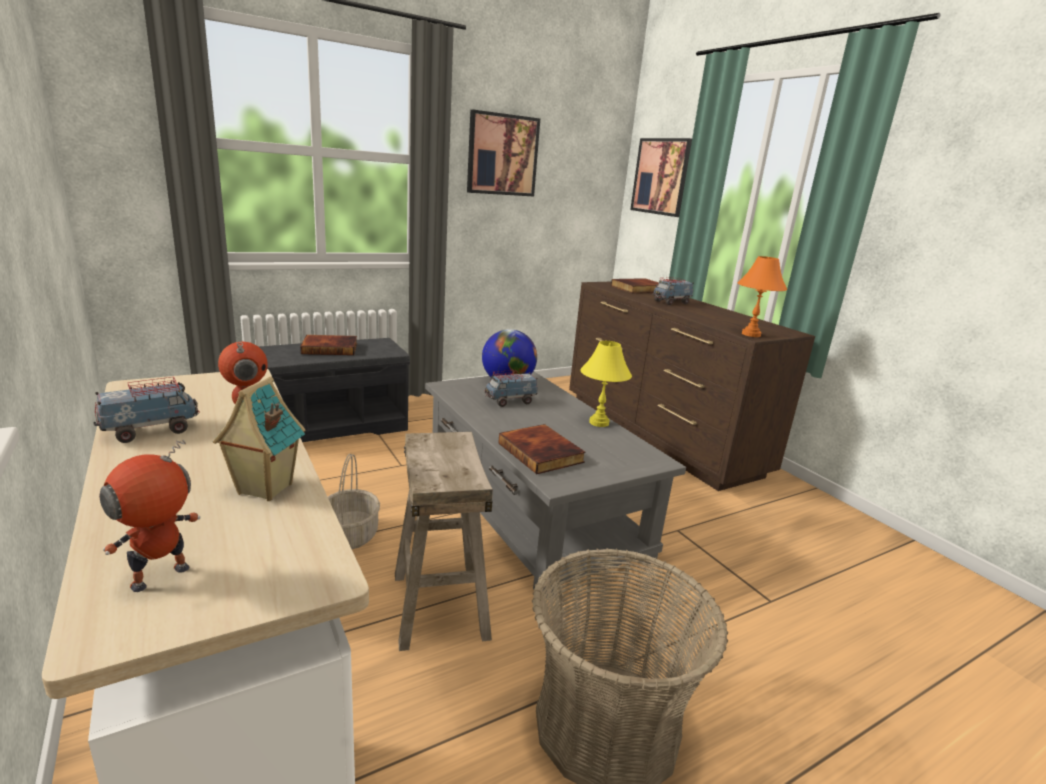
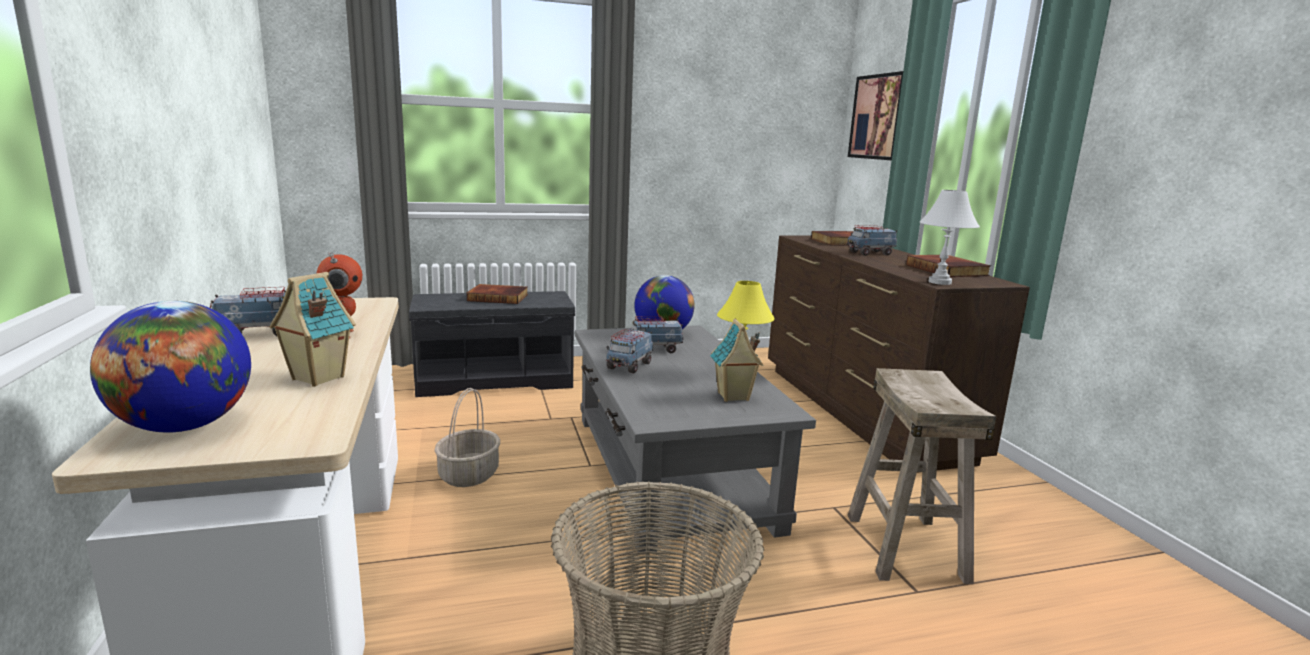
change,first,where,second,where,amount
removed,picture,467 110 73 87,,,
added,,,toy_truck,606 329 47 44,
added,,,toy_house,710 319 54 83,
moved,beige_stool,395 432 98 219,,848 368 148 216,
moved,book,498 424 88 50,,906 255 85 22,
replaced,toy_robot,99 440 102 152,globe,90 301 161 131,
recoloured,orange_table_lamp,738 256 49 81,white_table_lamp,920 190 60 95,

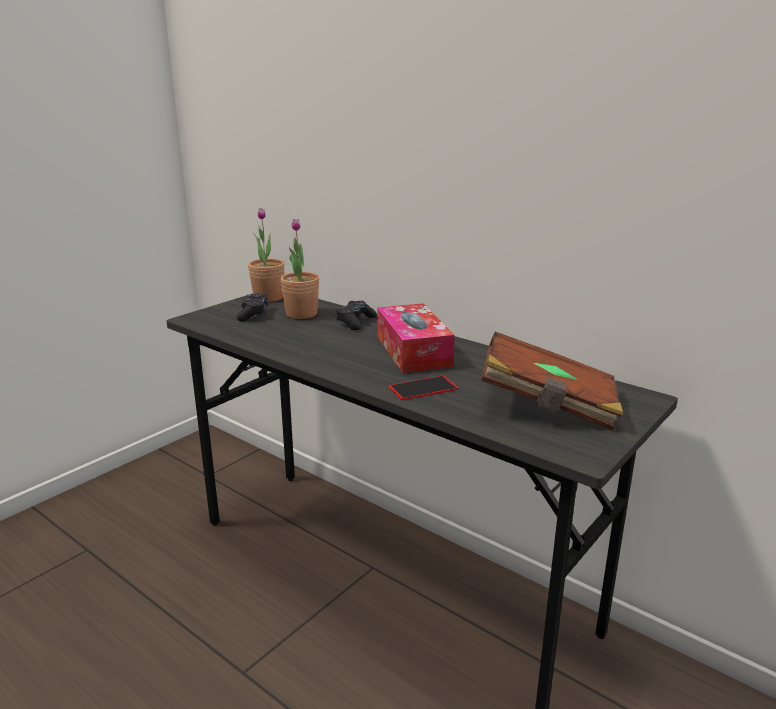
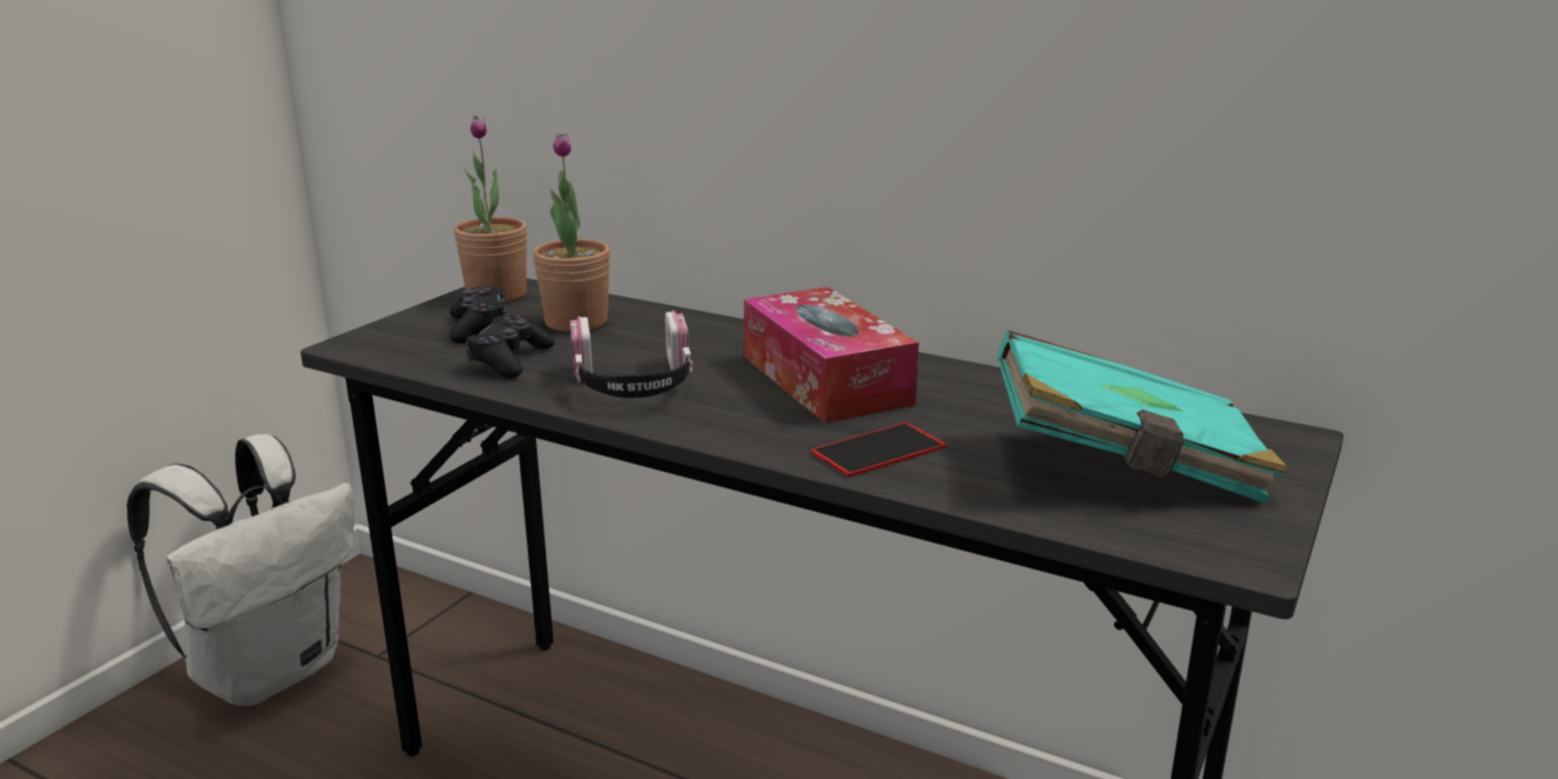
change,first,where,second,where,amount
added,,,white_backpack,127 434 228 272,
added,,,headphones,570 310 123 88,
moved,black_game_controller,336 301 41 29,,466 315 89 63,
recoloured,brown_book,481 332 143 99,turquoise_book,997 330 291 174,

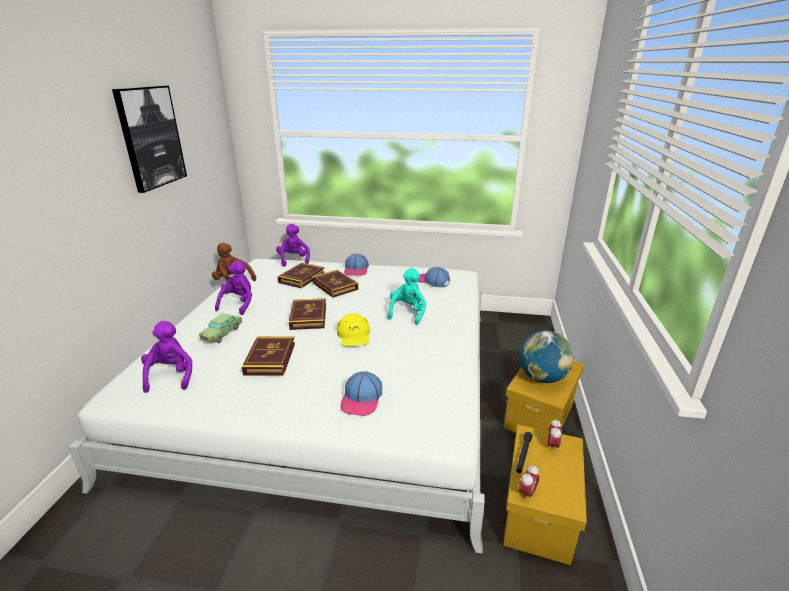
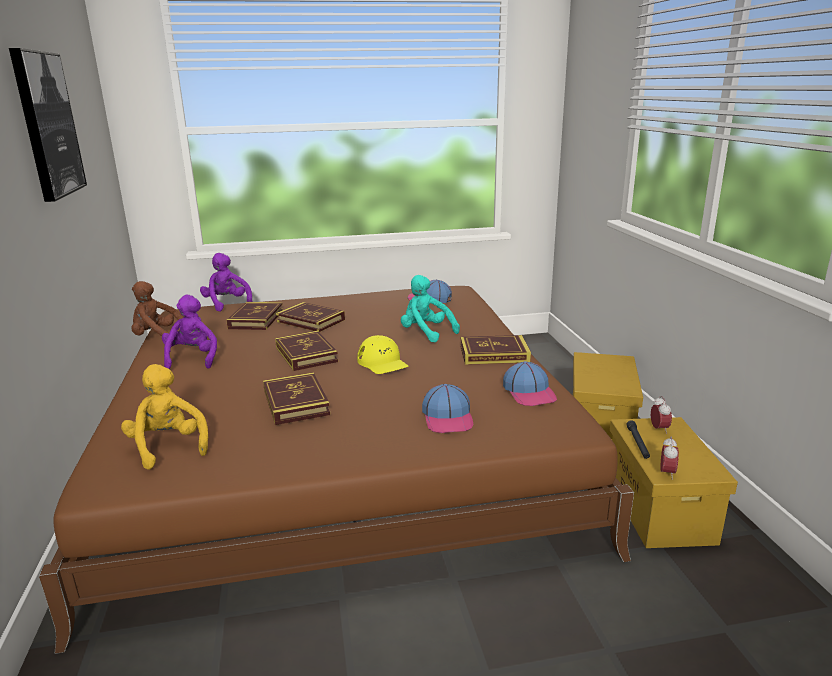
change,first,where,second,where,amount
removed,toy_car,199 314 43 29,,,
removed,globe,519 331 55 52,,,
added,,,book,460 335 71 30,
moved,cap,344 253 25 23,,503 361 54 45,
recoloured,white_bed,68 259 417 294,brown_bed,39 286 595 368,
recoloured,purple_plush_toy,141 321 51 72,yellow_plush_toy,121 364 87 105,
turned,turquoise_plush_toy,387 268 39 57,,401 275 59 67,45 degrees counterclockwise

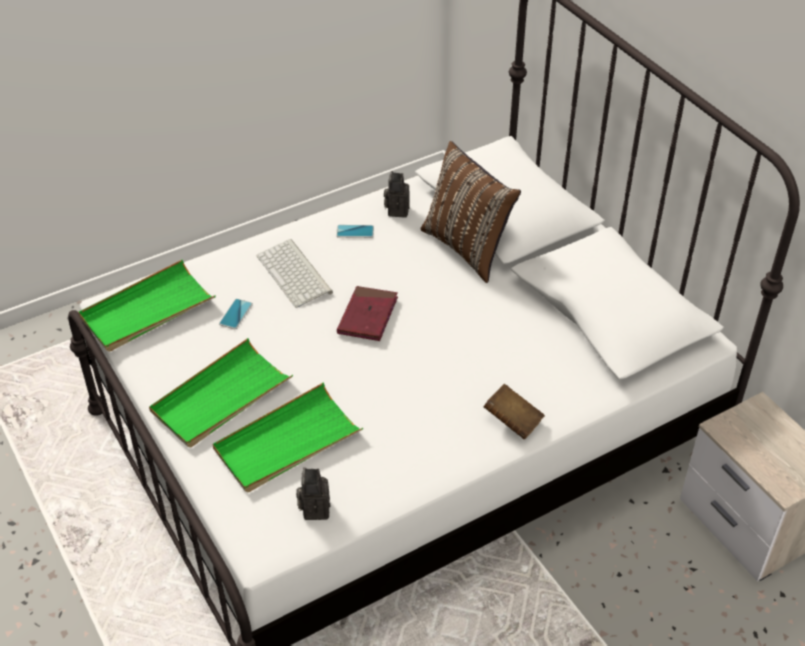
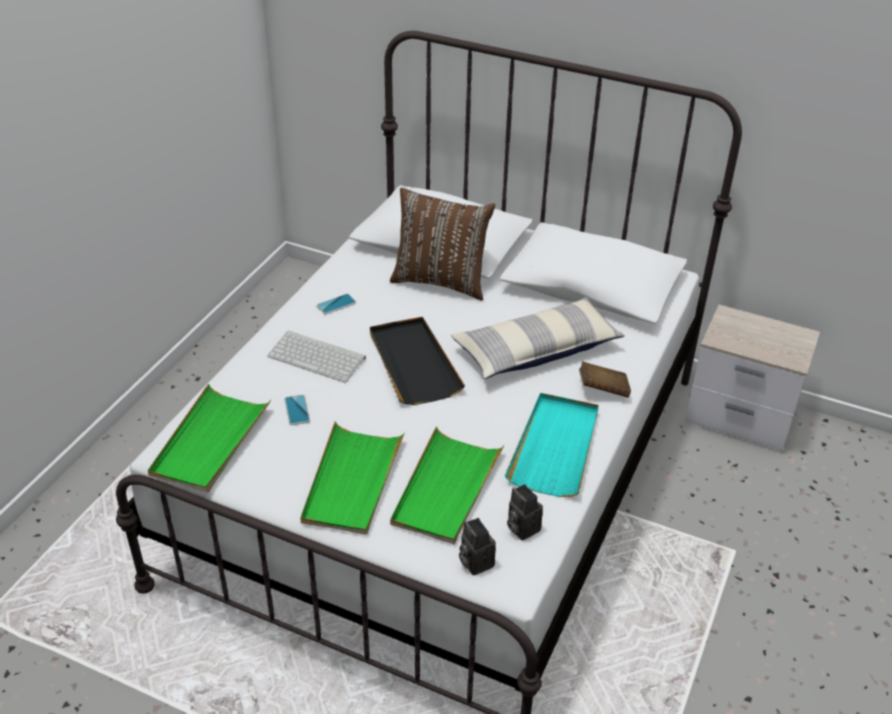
change,first,where,second,where,amount
added,,,pillow,451 297 174 82,
added,,,turquoise_tray,505 393 94 104,
moved,photo_camera,384 171 26 47,,459 518 37 57,
replaced,red_book,337 286 61 55,black_tray,370 317 95 88,

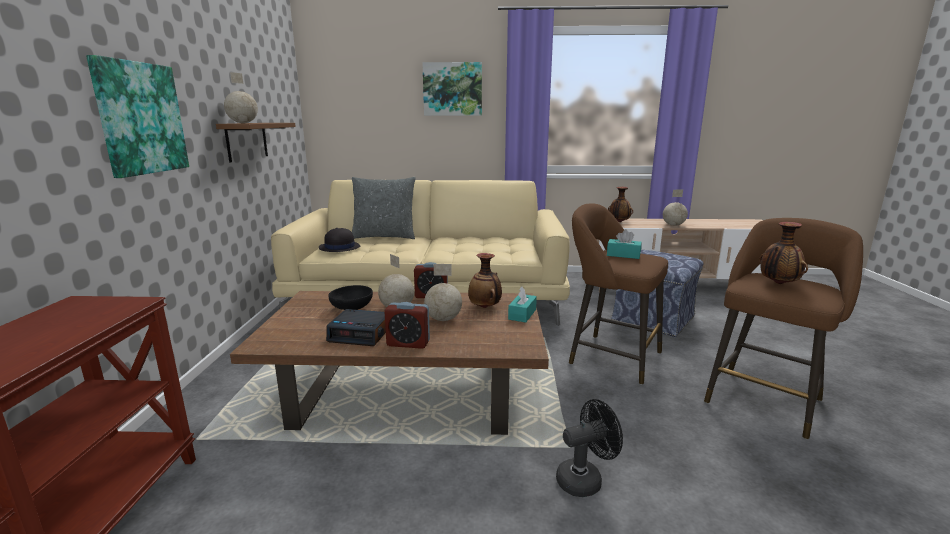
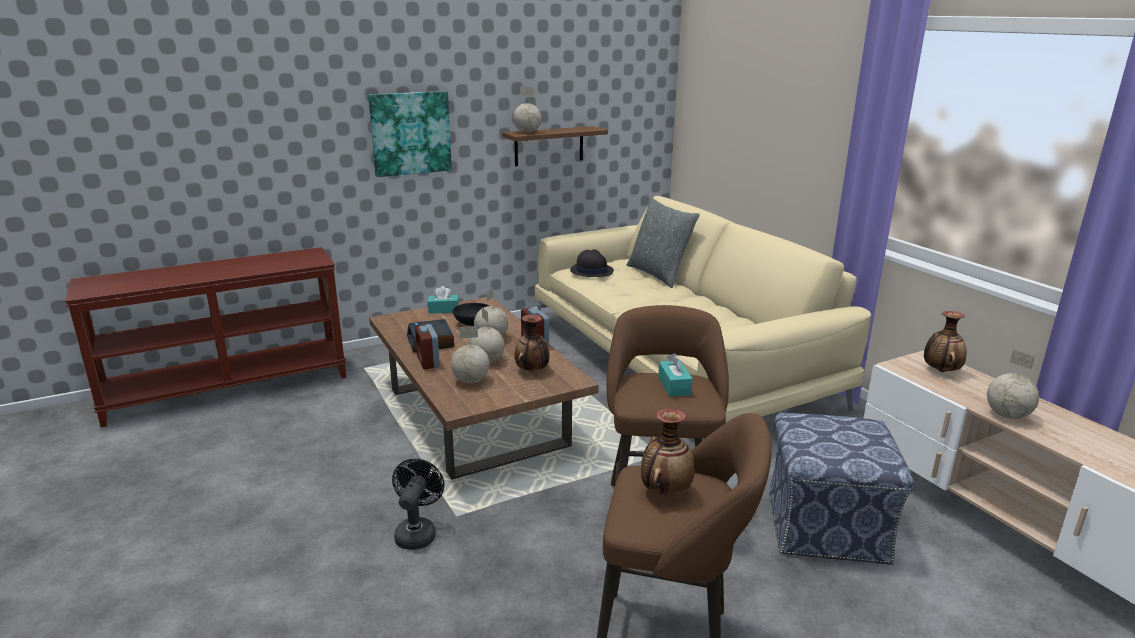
change,first,where,second,where,amount
removed,picture,422 62 60 54,,,
added,,,globe,451 326 39 57,
moved,turquoise_tissue_box,508 287 29 36,,428 286 31 28,
turned,black_fan,556 399 67 98,,392 459 52 91,120 degrees counterclockwise

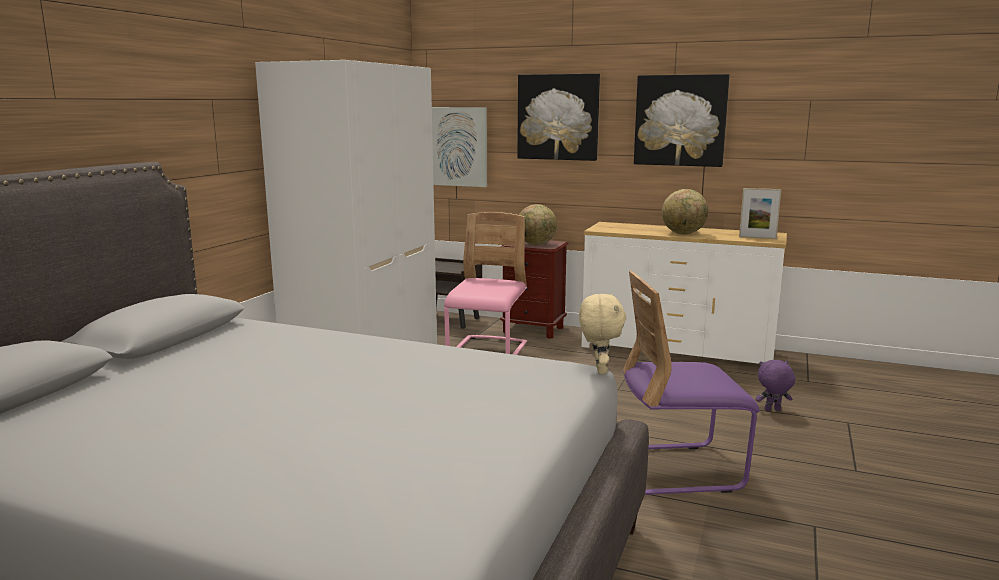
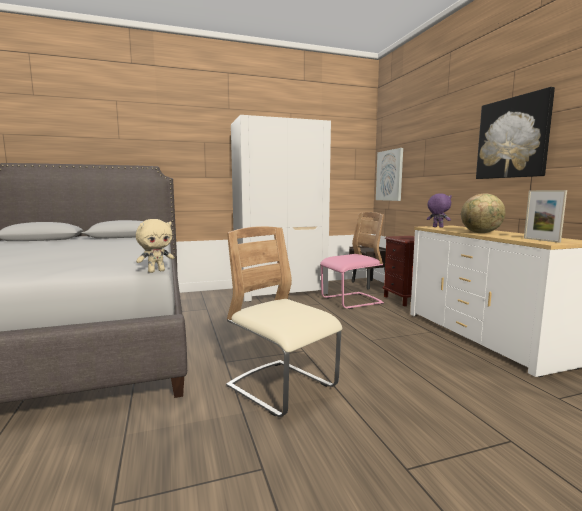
change,first,where,second,where,amount
removed,picture,517 73 83 88,,,
removed,globe,519 204 38 41,,,
moved,purple_plush_toy,756 360 39 51,,427 193 25 35,
recoloured,purple_chair,623 271 137 224,beige_chair,226 226 116 191,

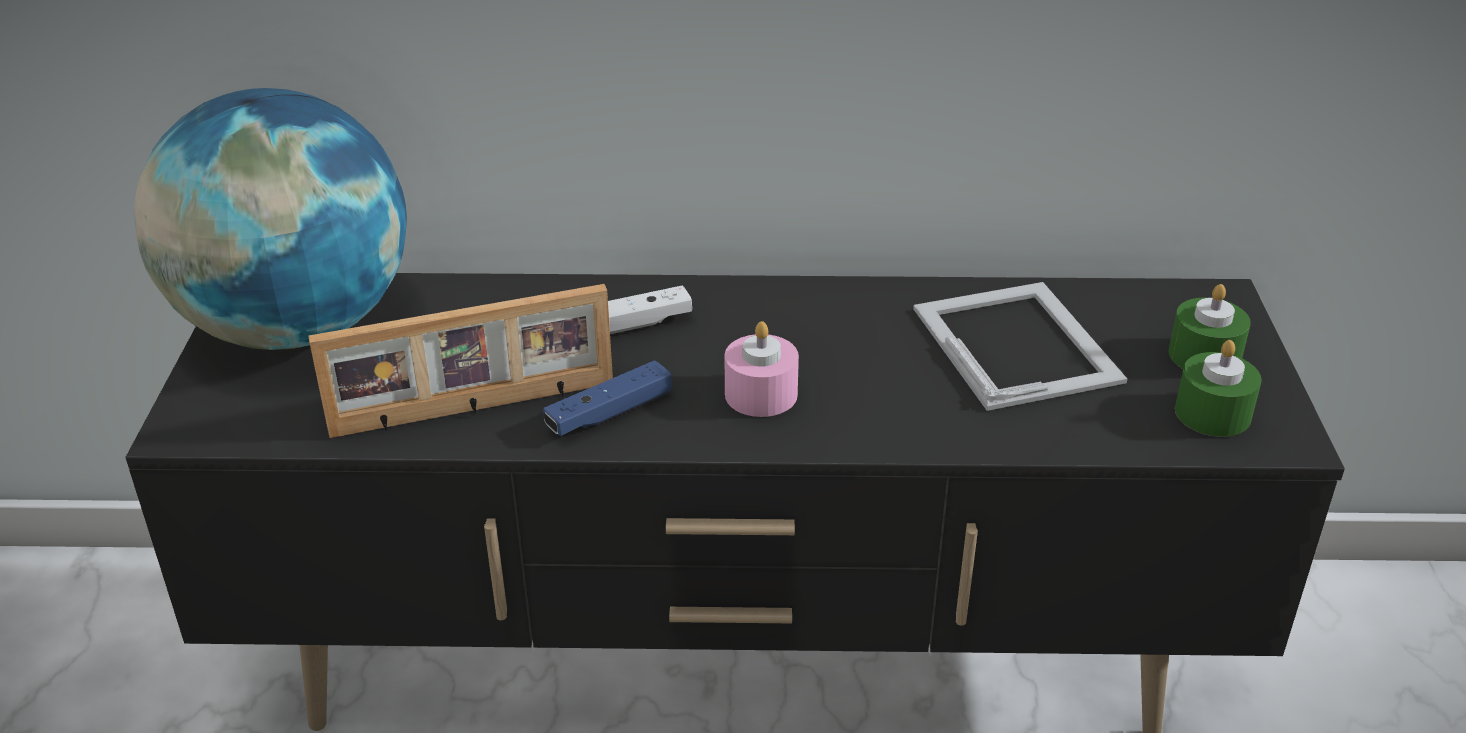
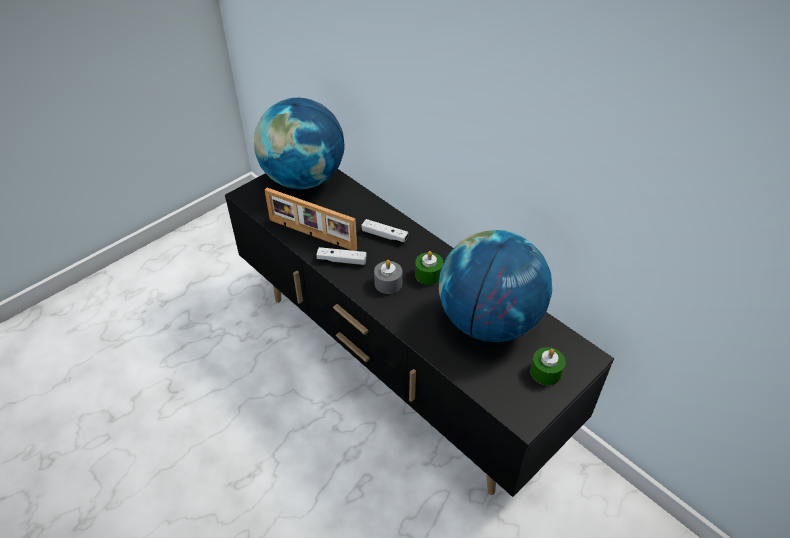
change,first,where,second,where,amount
moved,green_candle,1175 340 87 97,,415 251 28 34,
replaced,picture_frame,913 282 214 129,globe,439 230 113 112,
recoloured,blue_game_controller,543 360 129 76,white_game_controller,316 247 50 18,
recoloured,pink_candle,725 321 74 96,grey_candle,374 260 28 34,

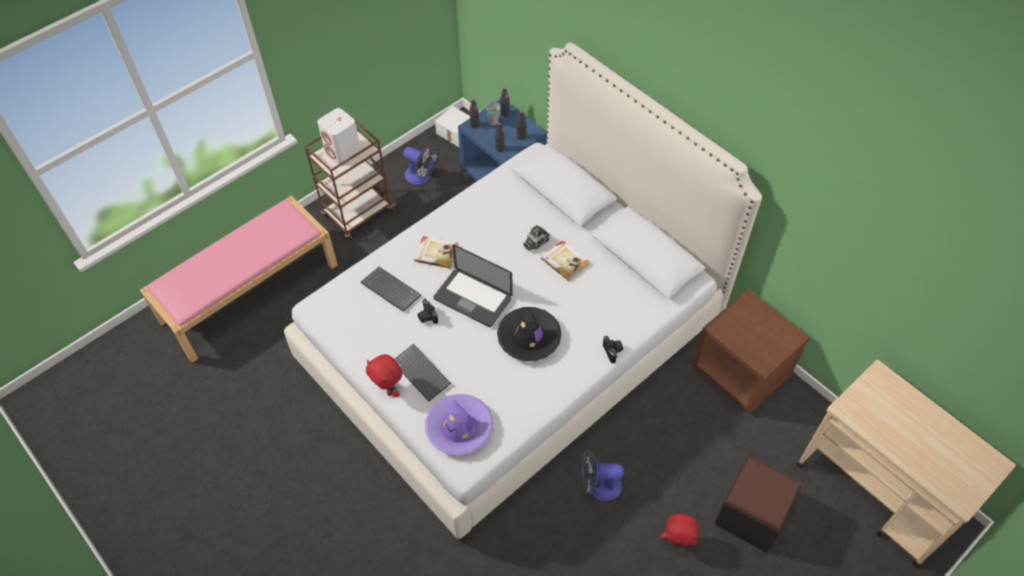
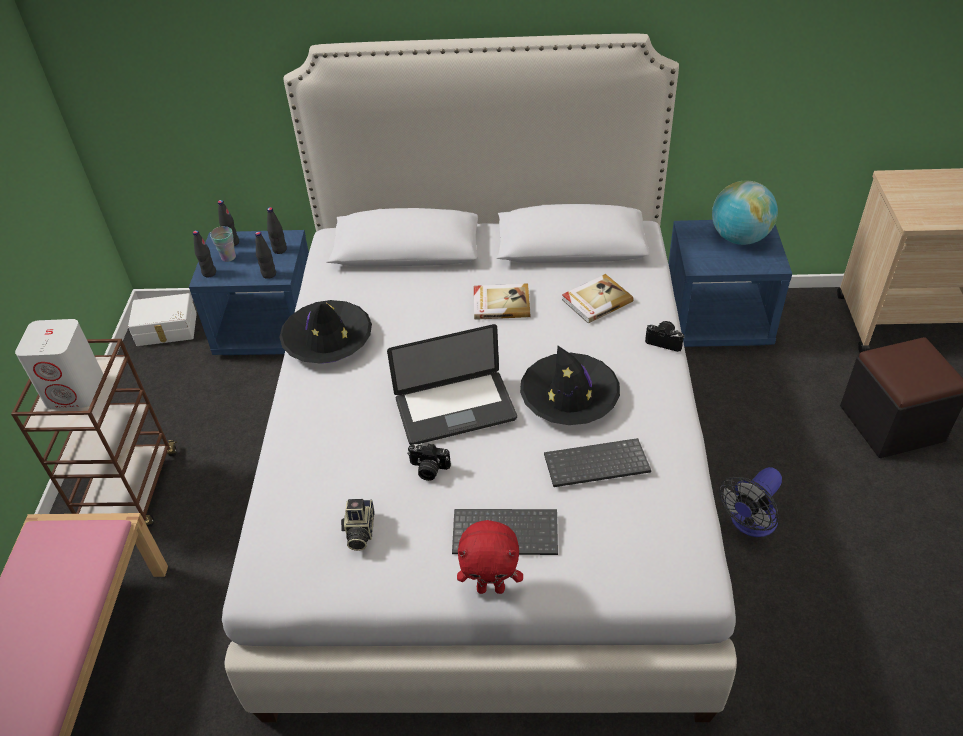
change,first,where,second,where,amount
removed,fan,403 146 36 39,,,
removed,purple_hat,425 394 68 62,,,
removed,red_plush_toy,661 514 38 33,,,
added,,,black_hat,279 300 93 63,
added,,,globe,712 181 66 64,
moved,keyboard,361 267 60 45,,544 438 107 49,
moved,book,414 236 45 33,,562 274 72 50,
moved,photo_camera,523 225 27 26,,341 499 33 52,
recoloured,brown_nightstand,692 289 118 125,blue_nightstand,668 220 124 127,

